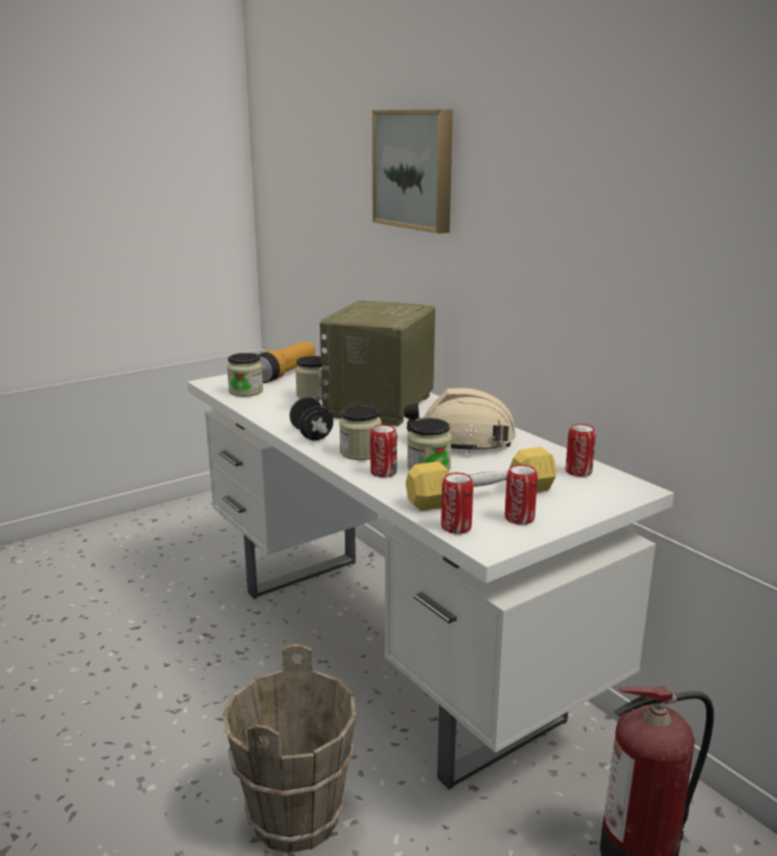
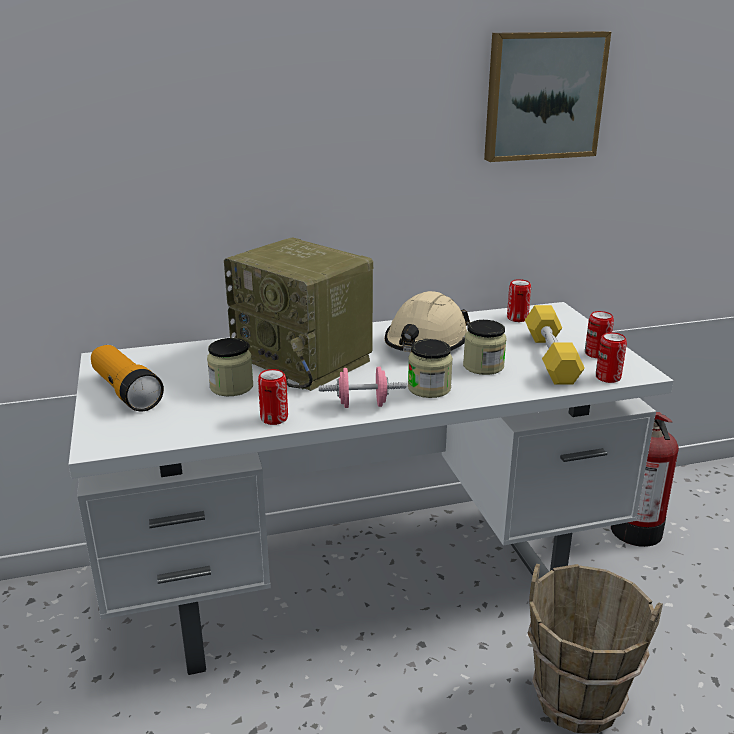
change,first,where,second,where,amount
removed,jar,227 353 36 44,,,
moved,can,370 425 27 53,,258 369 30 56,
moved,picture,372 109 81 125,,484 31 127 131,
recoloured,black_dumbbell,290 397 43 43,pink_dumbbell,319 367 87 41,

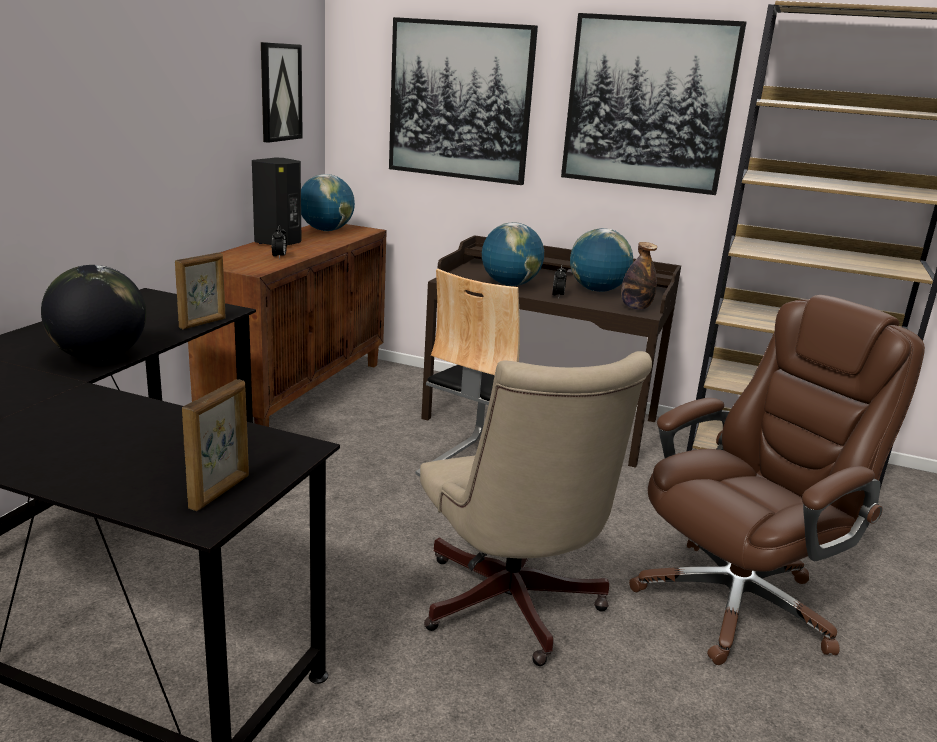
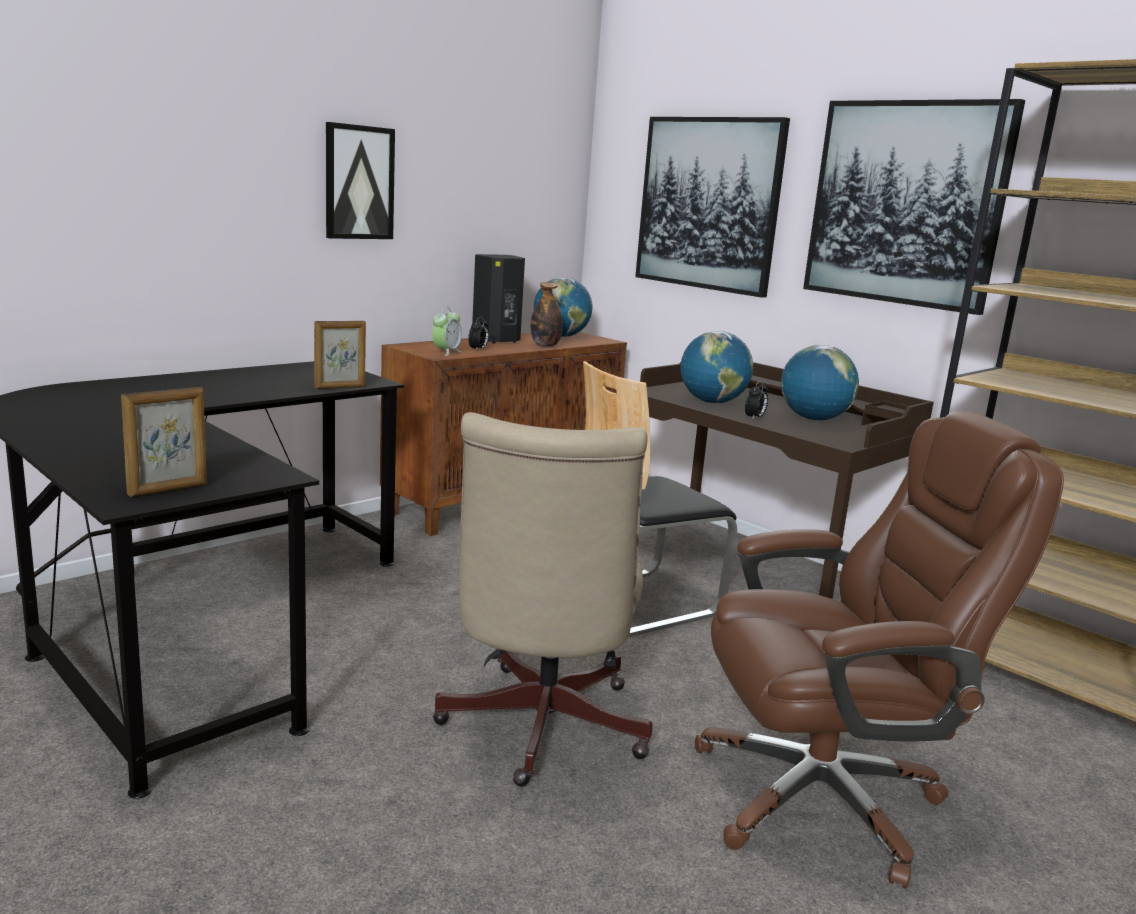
change,first,where,second,where,amount
removed,globe,41 265 105 96,,,
added,,,alarm_clock,432 307 30 49,
moved,picture,261 42 42 101,,326 122 69 117,
moved,bottle,621 242 36 68,,531 282 32 65,

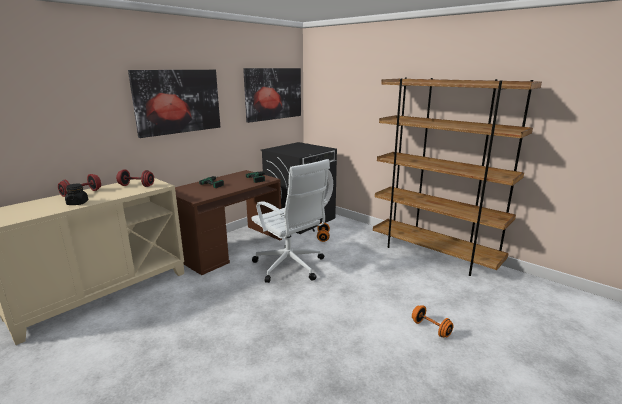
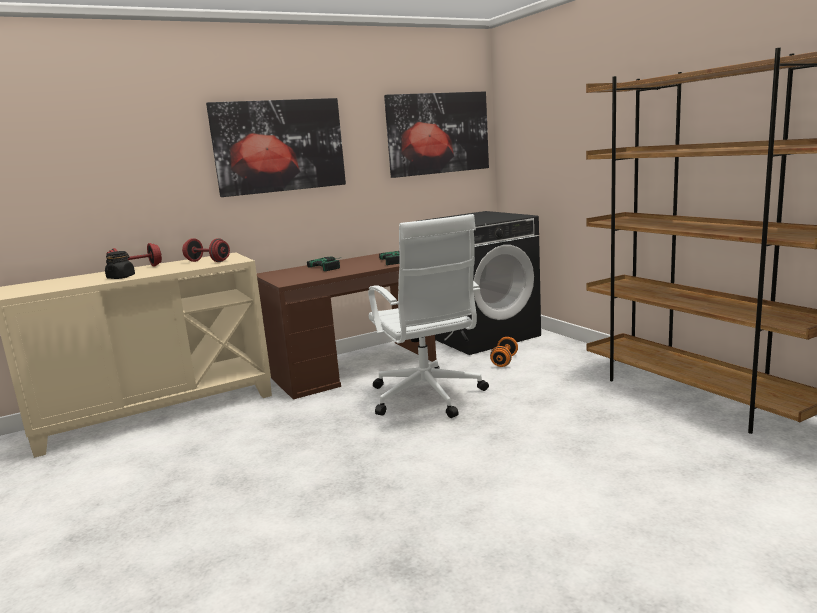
change,first,where,second,where,amount
removed,orange_dumbbell,412 305 42 32,,,

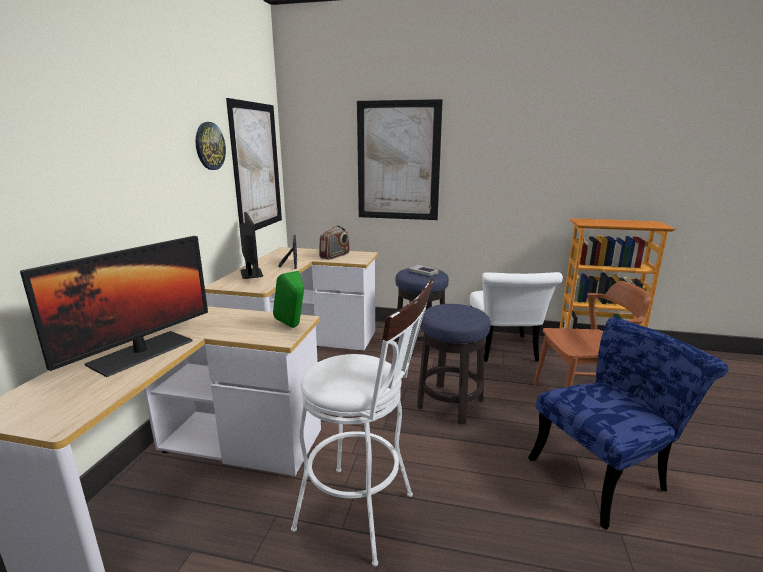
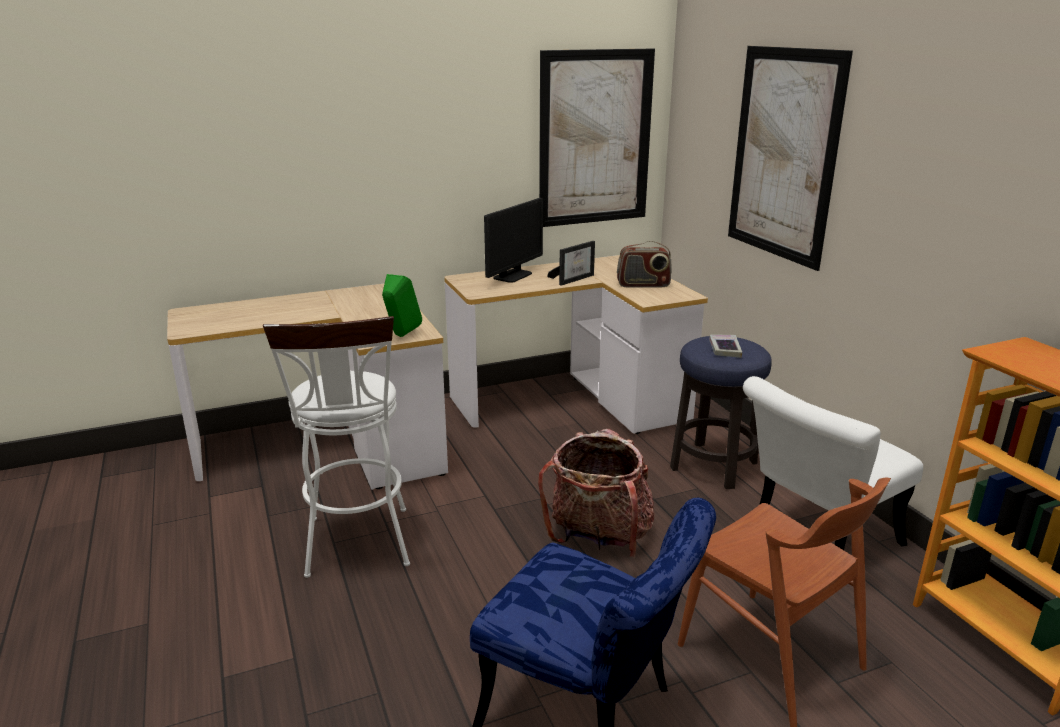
change,first,where,second,where,amount
removed,monitor,20 236 188 141,,,
removed,wall_clock,196 122 30 48,,,
replaced,stool,417 304 73 120,backpack,538 429 116 129,

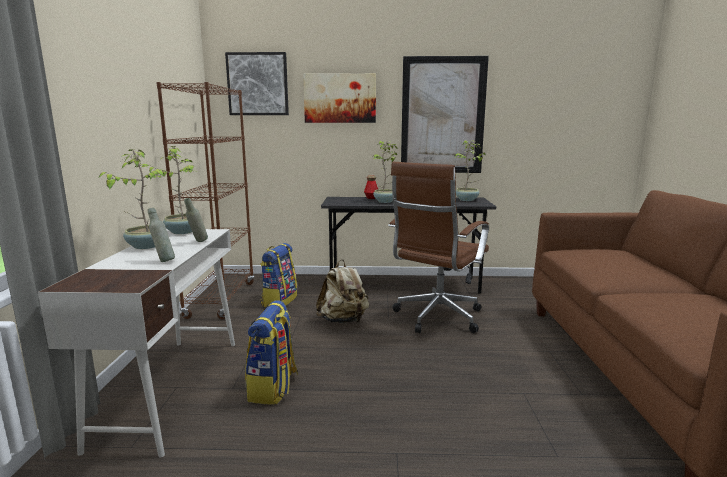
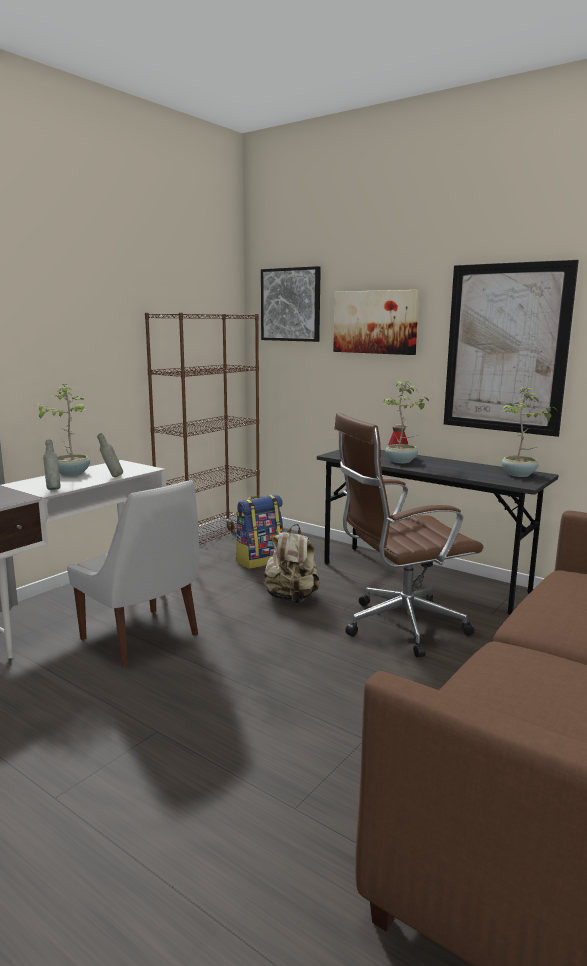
change,first,where,second,where,amount
removed,potted_plant,145 146 51 88,,,
replaced,backpack,245 300 53 105,white_chair,67 480 132 187,

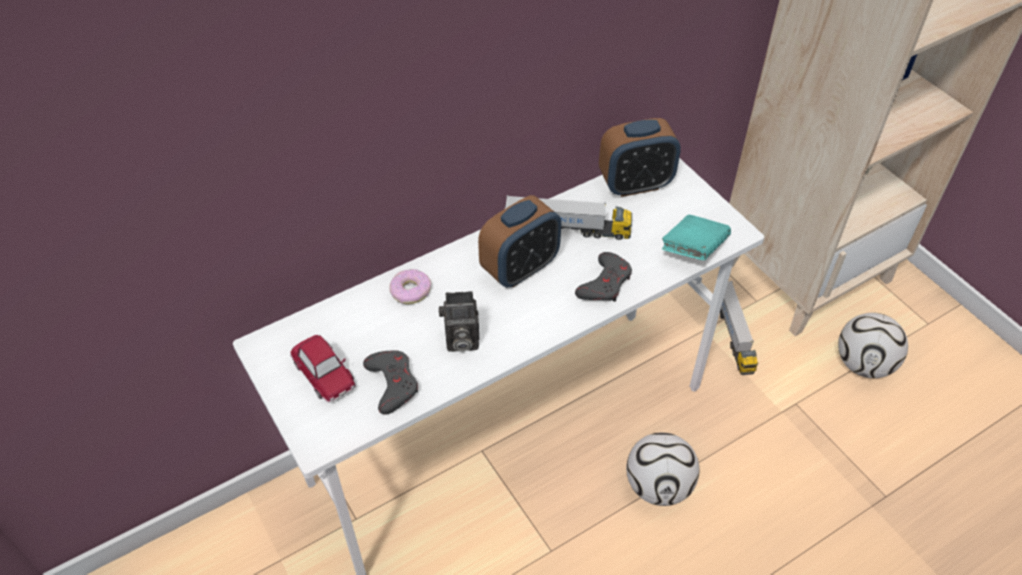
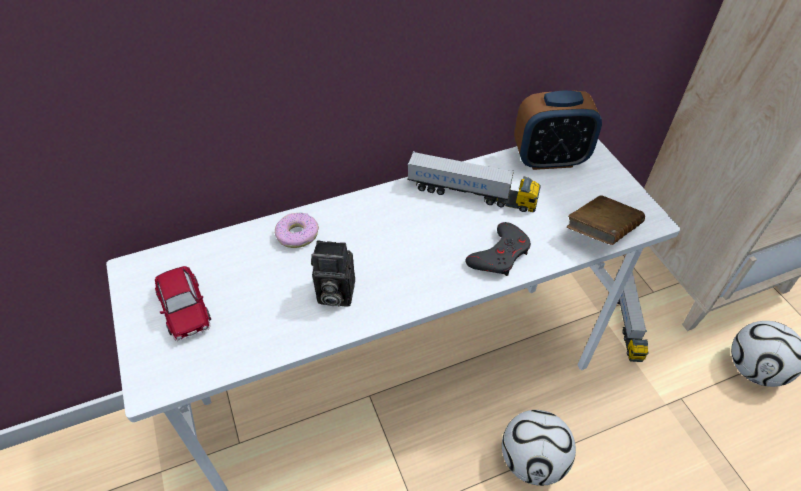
change,first,where,second,where,amount
removed,grey_game_controller,363 351 55 64,,,
removed,alarm_clock,478 195 83 93,,,
recoloured,turquoise_book,662 215 69 45,brown_book,566 195 79 50,

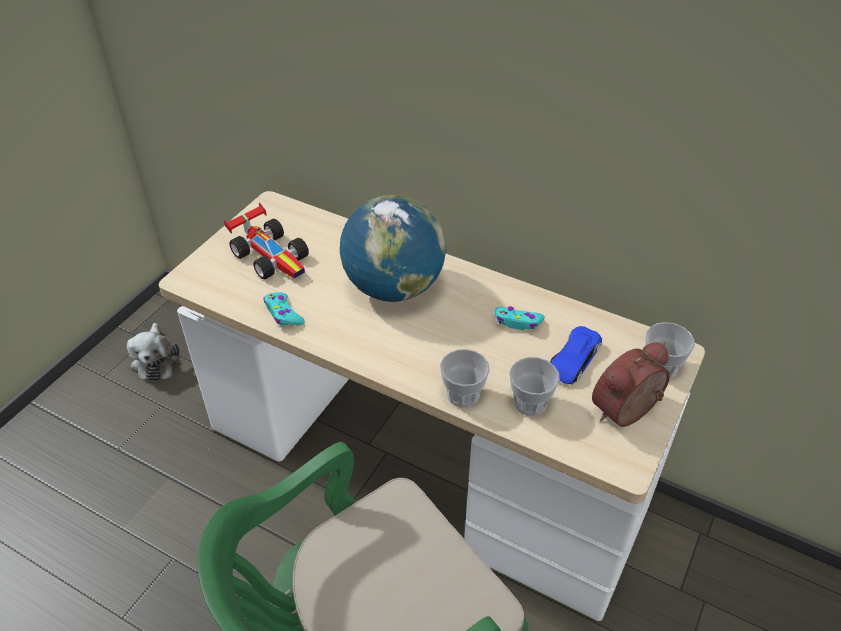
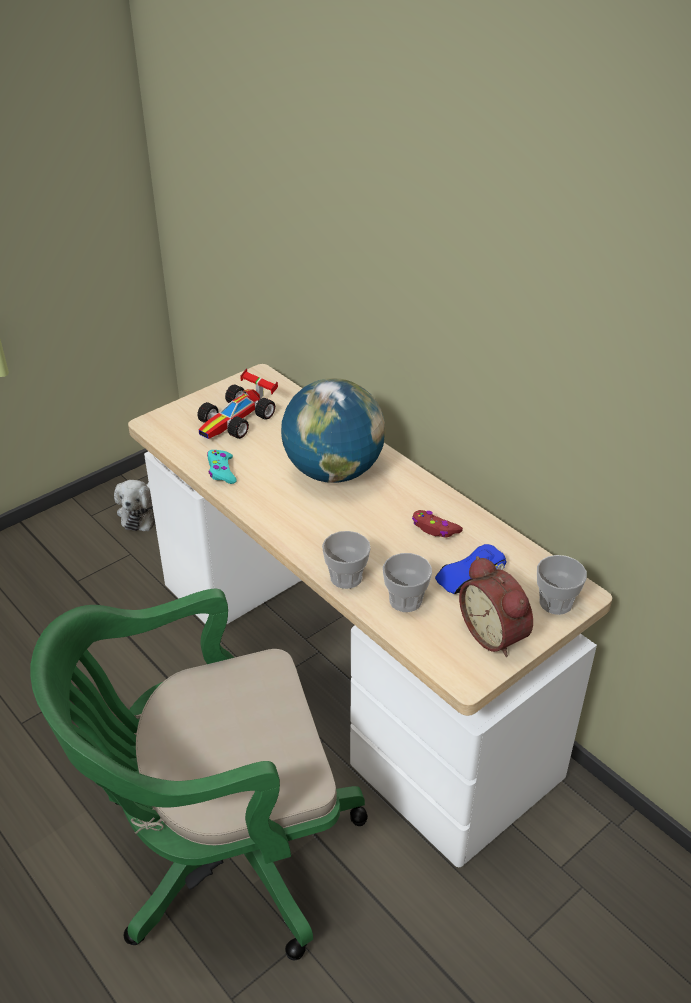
change,first,where,second,where,amount
recoloured,turquoise_game_controller,495 306 50 24,red_game_controller,412 510 51 28,
turned,toy_car,224 203 85 76,,197 369 81 70,60 degrees clockwise
turned,alarm_clock,592 342 78 85,,459 556 74 101,105 degrees counterclockwise

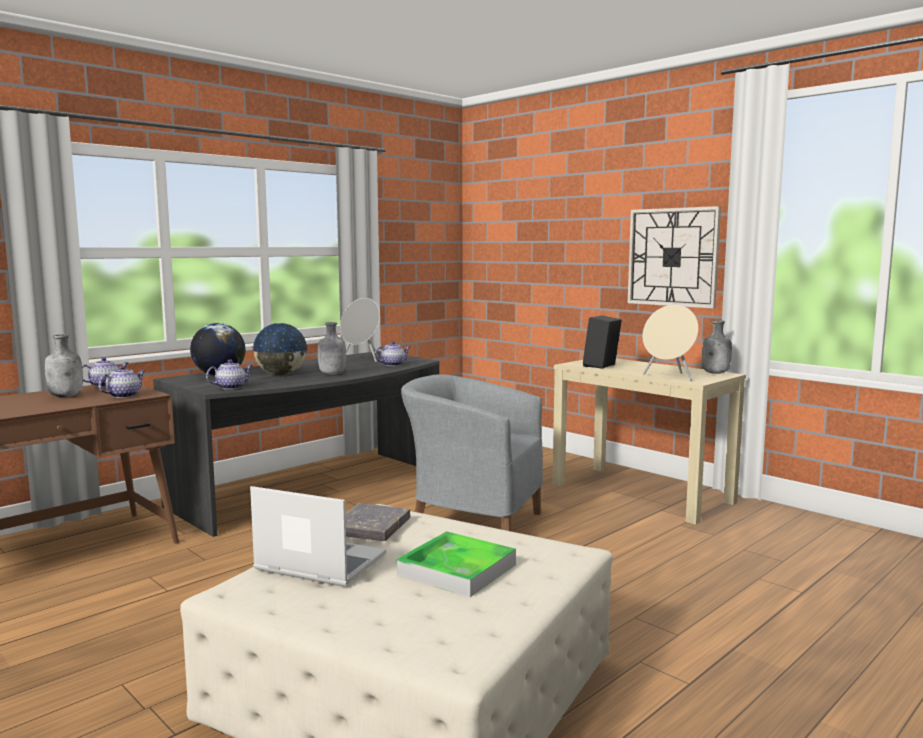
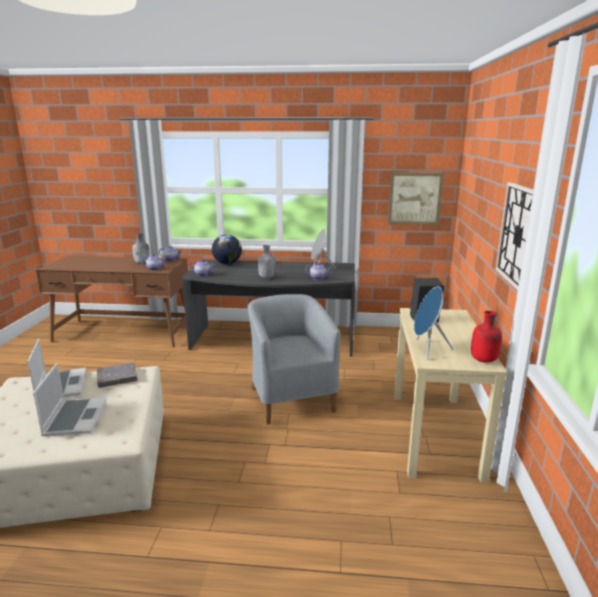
change,first,where,second,where,amount
removed,globe,252 323 56 52,,,
added,,,picture,388 172 56 53,
replaced,tray,397 531 119 66,laptop,33 363 74 73,
recoloured,beige_speaker,642 305 56 76,blue_speaker,414 287 39 73,
recoloured,grey_bottle,702 320 30 54,red_bottle,471 311 31 52,

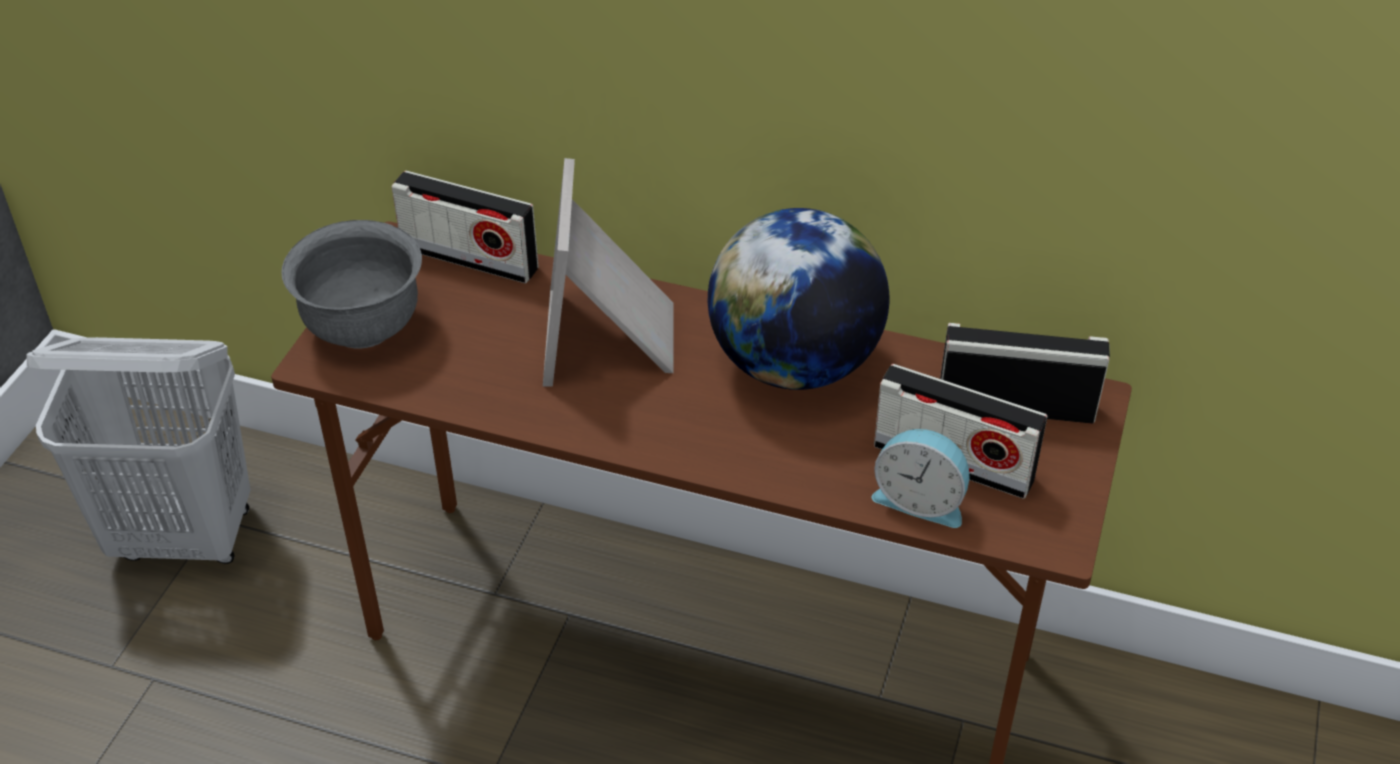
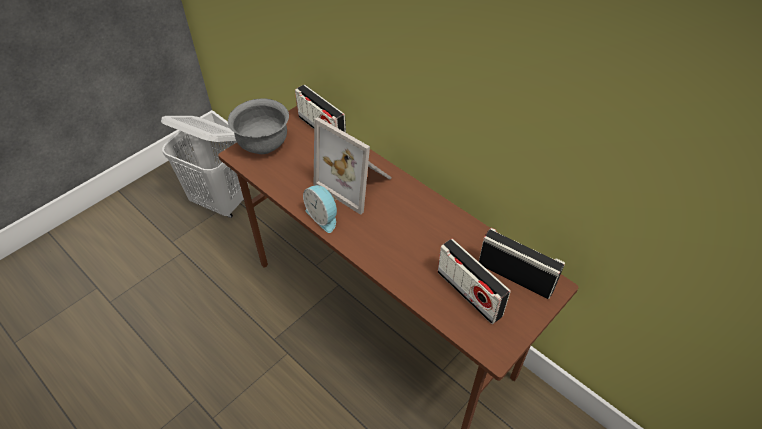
change,first,where,second,where,amount
removed,globe,708 208 181 182,,,
moved,alarm_clock,871 429 99 99,,303 185 34 48,
turned,picture_frame,543 158 131 229,,314 117 78 98,75 degrees counterclockwise

